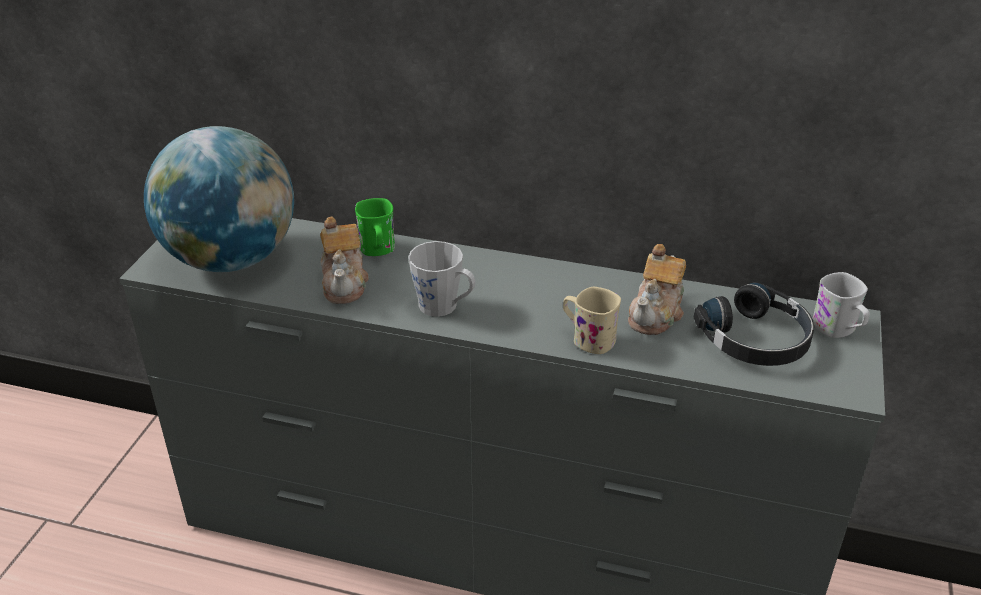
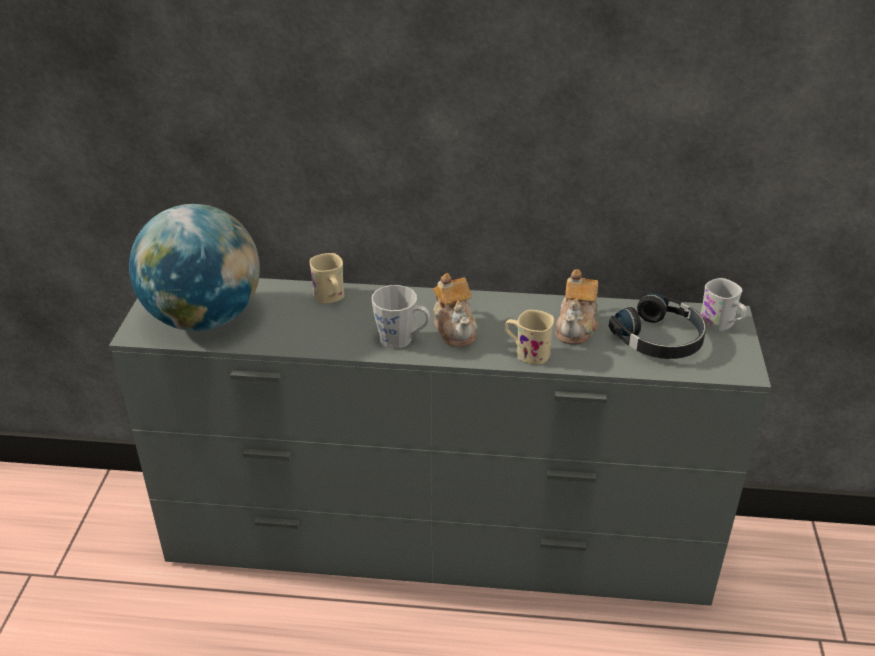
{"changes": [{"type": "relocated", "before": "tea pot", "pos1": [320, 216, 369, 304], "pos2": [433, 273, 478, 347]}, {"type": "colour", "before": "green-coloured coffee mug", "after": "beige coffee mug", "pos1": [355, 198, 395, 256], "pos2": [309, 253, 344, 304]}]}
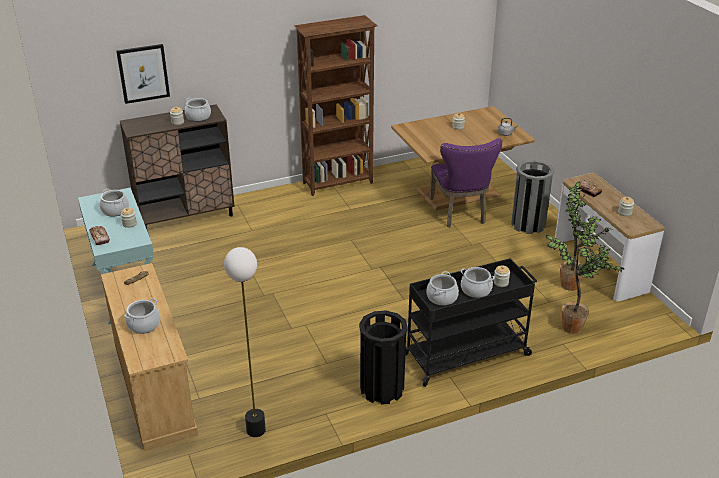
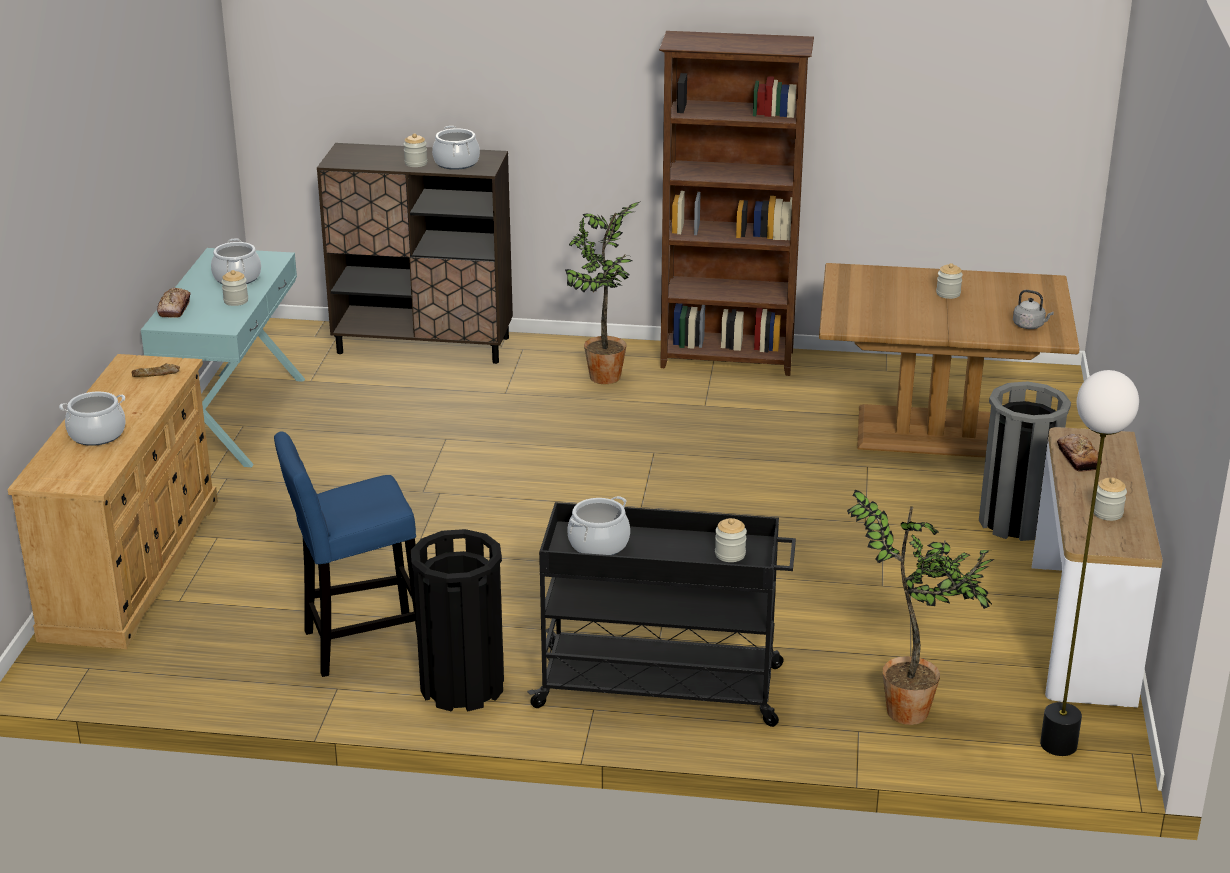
{"changes": [{"type": "missing", "before": "picture", "pos1": [116, 44, 170, 104]}, {"type": "relocated", "before": "floor lamp", "pos1": [224, 247, 266, 437], "pos2": [1040, 370, 1139, 756]}, {"type": "missing", "before": "purple-coloured upright chair", "pos1": [430, 138, 502, 227]}, {"type": "missing", "before": "cooking pot", "pos1": [461, 267, 495, 298]}, {"type": "relocated", "before": "houseplant", "pos1": [560, 181, 612, 291], "pos2": [565, 201, 641, 384]}, {"type": "appeared", "after": "blue stool", "pos2": [274, 432, 417, 677]}]}
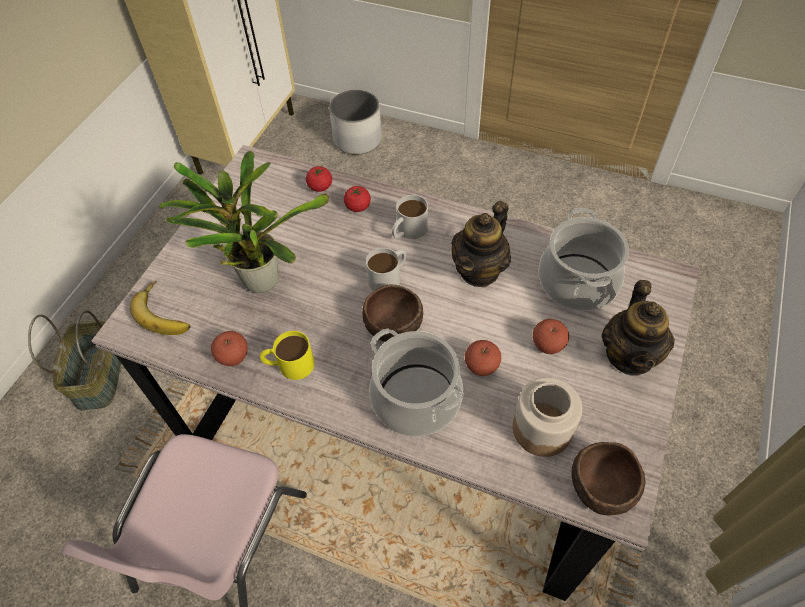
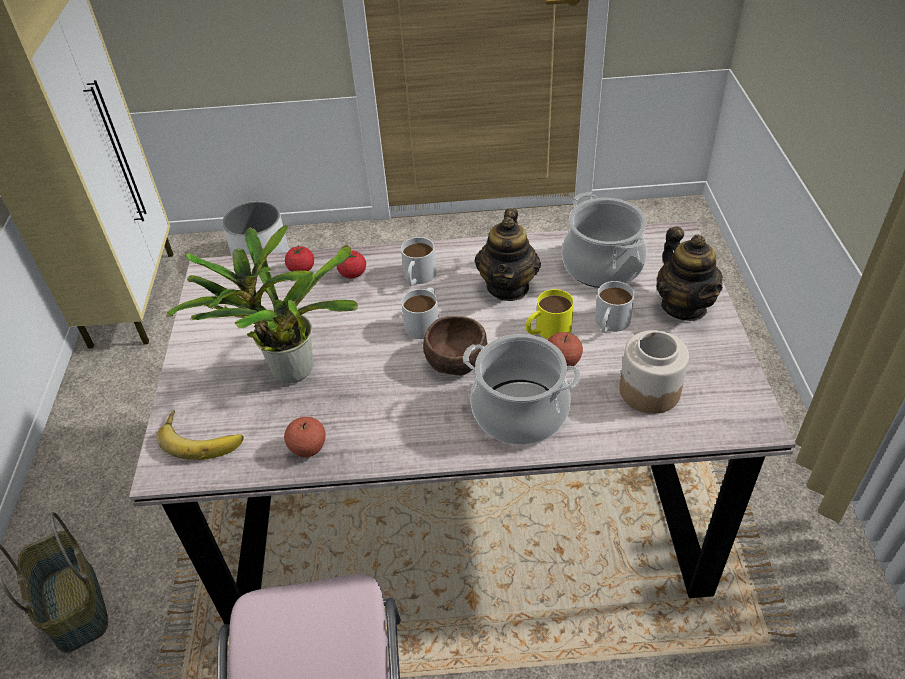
{"changes": [{"type": "relocated", "before": "yellow coffee mug", "pos1": [260, 331, 315, 380], "pos2": [526, 289, 574, 339]}, {"type": "exchanged", "before": "whole apple", "after": "white coffee mug", "pos1": [533, 319, 569, 354], "pos2": [595, 281, 635, 333]}, {"type": "missing", "before": "brown deep dish", "pos1": [571, 442, 646, 515]}]}
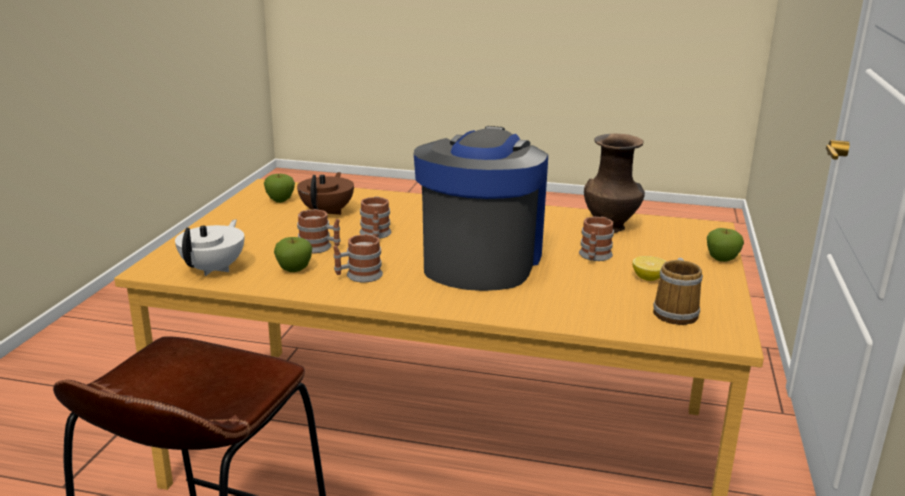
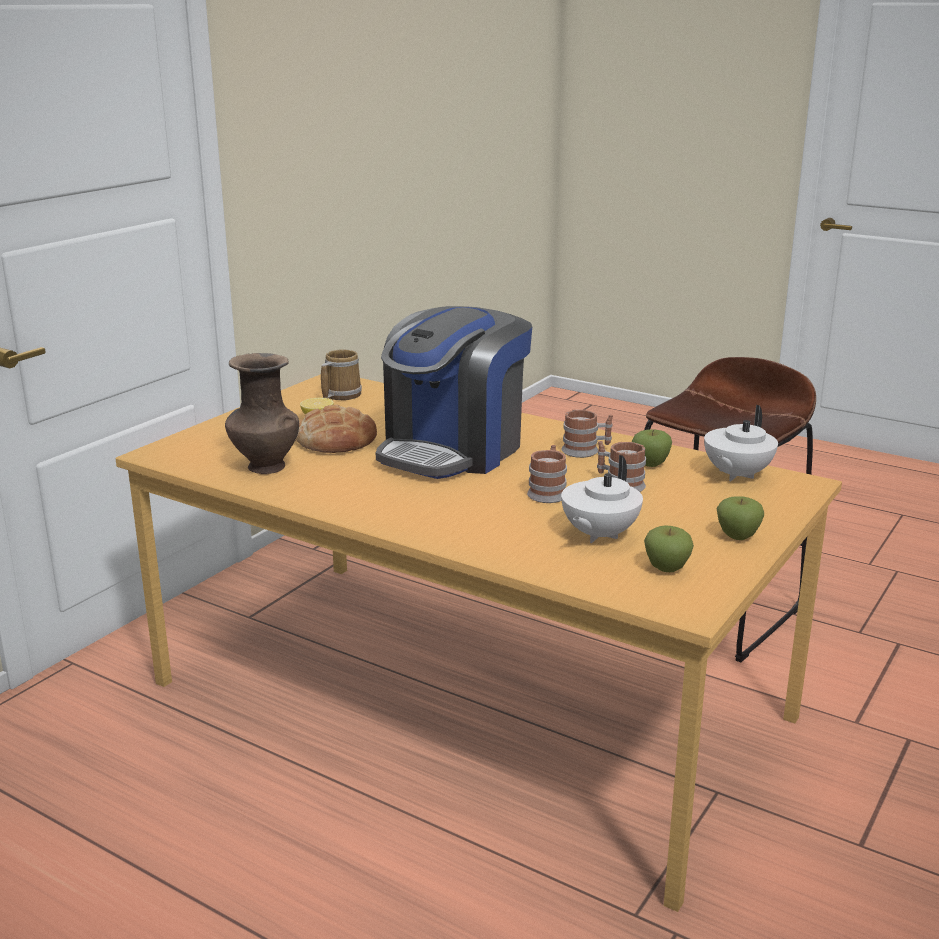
{"changes": [{"type": "colour", "before": "brown tea pot", "after": "white tea pot", "pos1": [297, 172, 354, 215], "pos2": [561, 455, 643, 543]}, {"type": "exchanged", "before": "coffee mug", "after": "baked bread", "pos1": [579, 216, 614, 261], "pos2": [296, 405, 377, 453]}, {"type": "relocated", "before": "whole apple", "pos1": [707, 228, 744, 262], "pos2": [717, 496, 764, 540]}]}
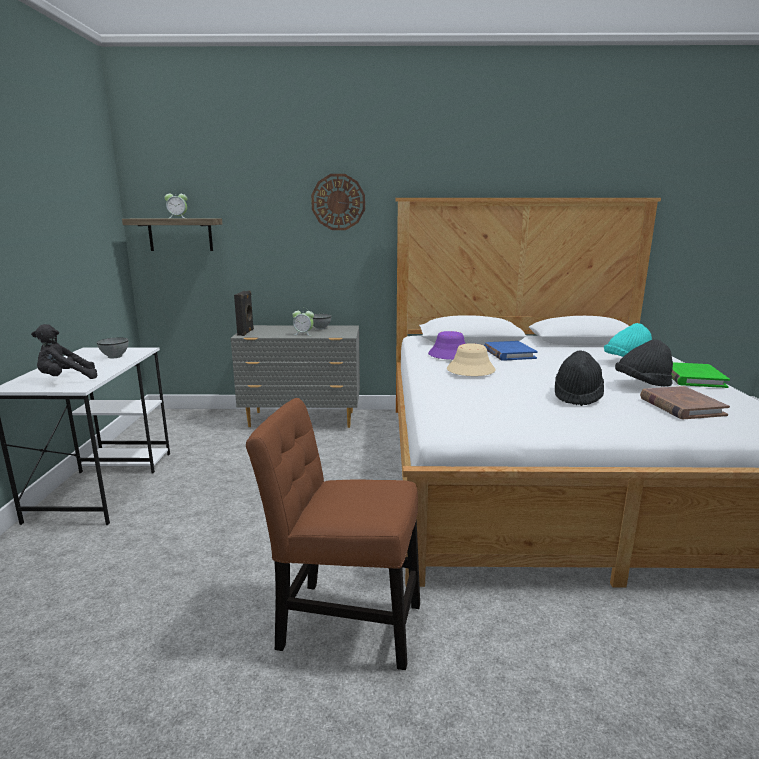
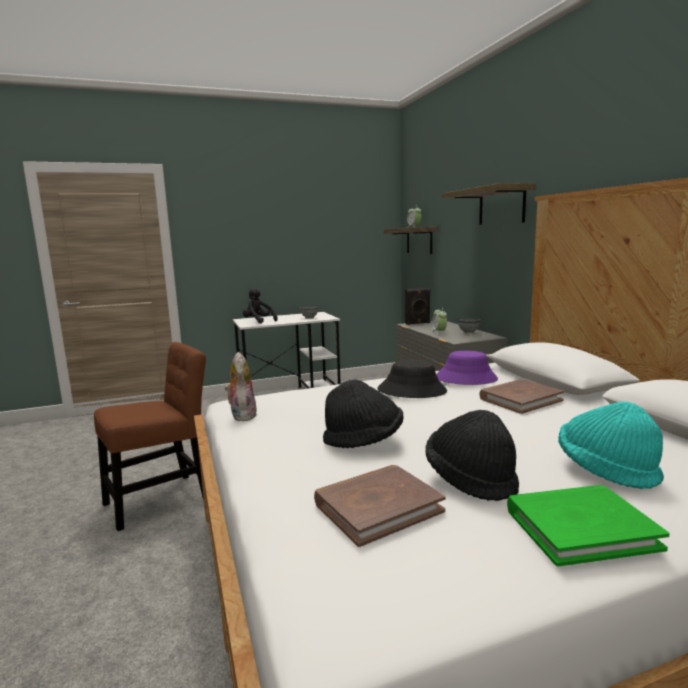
{"changes": [{"type": "spun", "before": "brown upright chair", "pos1": [246, 398, 420, 670], "pos2": [94, 342, 206, 531], "turn": 60}, {"type": "exchanged", "before": "clock on the wall", "after": "shelf", "pos1": [311, 174, 365, 230], "pos2": [442, 183, 536, 225]}, {"type": "colour", "before": "beige wearable hat", "after": "black wearable hat", "pos1": [447, 343, 495, 376], "pos2": [377, 360, 447, 398]}, {"type": "colour", "before": "blue book", "after": "brown book", "pos1": [484, 341, 538, 361], "pos2": [479, 379, 564, 414]}, {"type": "appeared", "after": "soft toy", "pos2": [225, 352, 257, 421]}]}
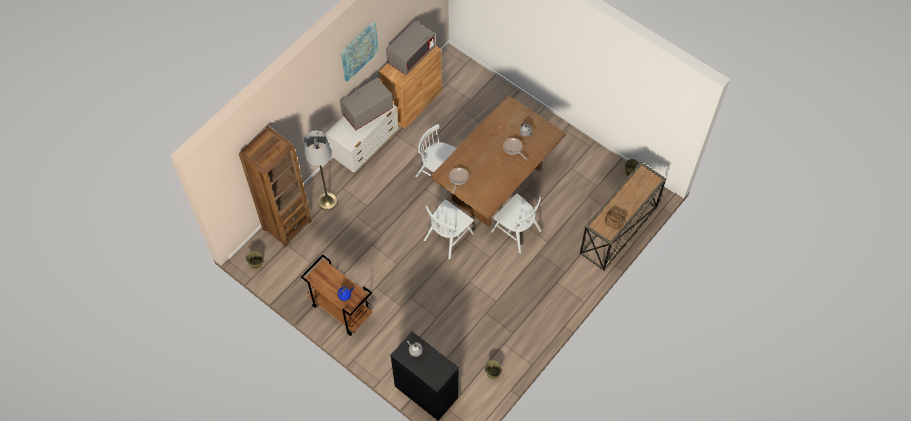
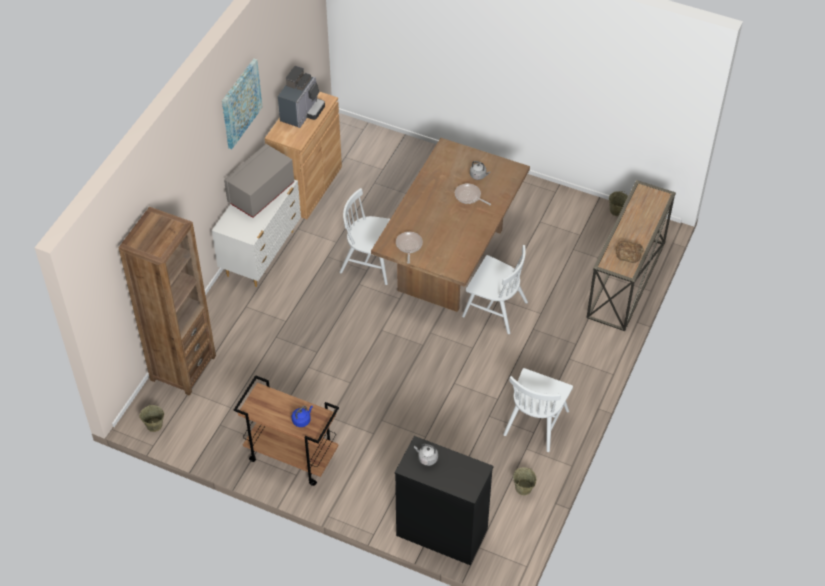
{"changes": [{"type": "missing", "before": "gray floor lamp", "pos1": [304, 130, 337, 210]}, {"type": "exchanged", "before": "gray microwave oven", "after": "coffee brewer", "pos1": [386, 20, 435, 75], "pos2": [278, 66, 325, 128]}, {"type": "relocated", "before": "white upright chair", "pos1": [424, 199, 474, 259], "pos2": [503, 368, 573, 452]}]}
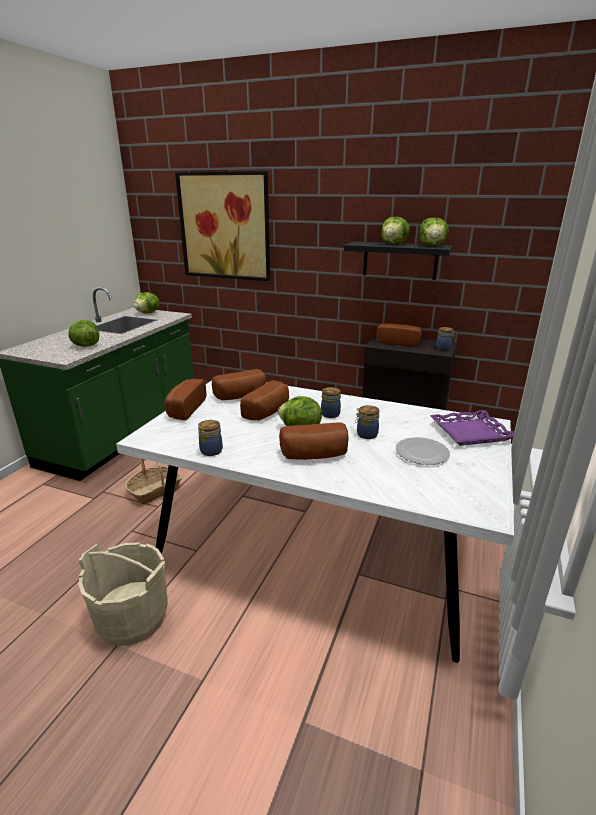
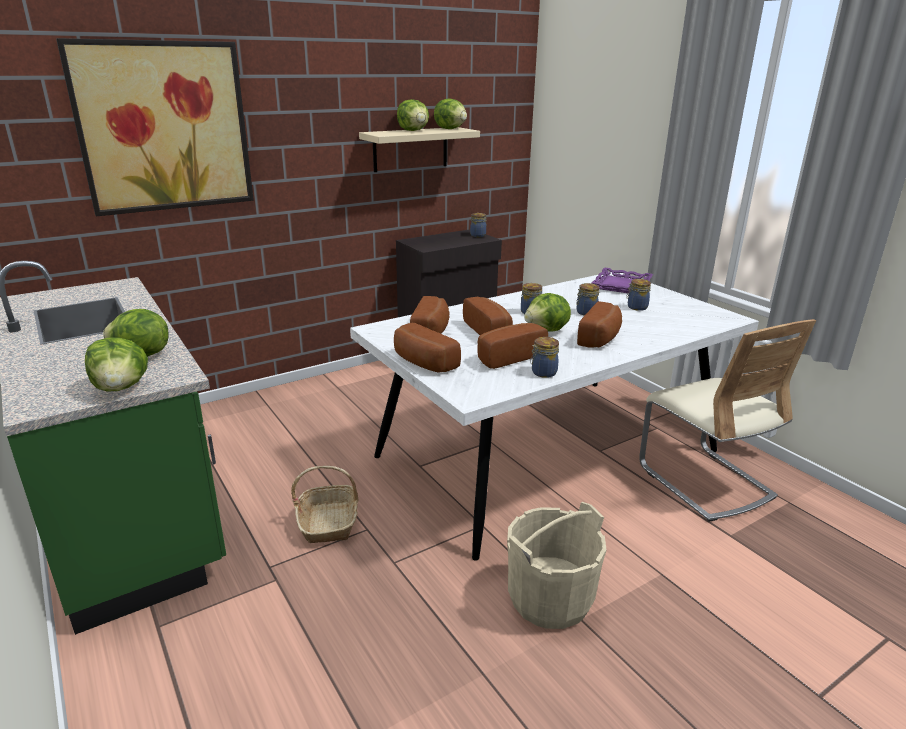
{"changes": [{"type": "relocated", "before": "head of lettuce", "pos1": [134, 292, 159, 313], "pos2": [85, 338, 148, 392]}, {"type": "colour", "before": "black shelf", "after": "beige shelf", "pos1": [344, 241, 453, 280], "pos2": [359, 127, 480, 172]}, {"type": "relocated", "before": "baked bread", "pos1": [376, 323, 422, 347], "pos2": [477, 323, 548, 369]}, {"type": "exchanged", "before": "dinner plate", "after": "preserve jar", "pos1": [396, 437, 450, 465], "pos2": [626, 279, 651, 311]}, {"type": "appeared", "after": "beige upright chair", "pos2": [639, 319, 816, 522]}]}
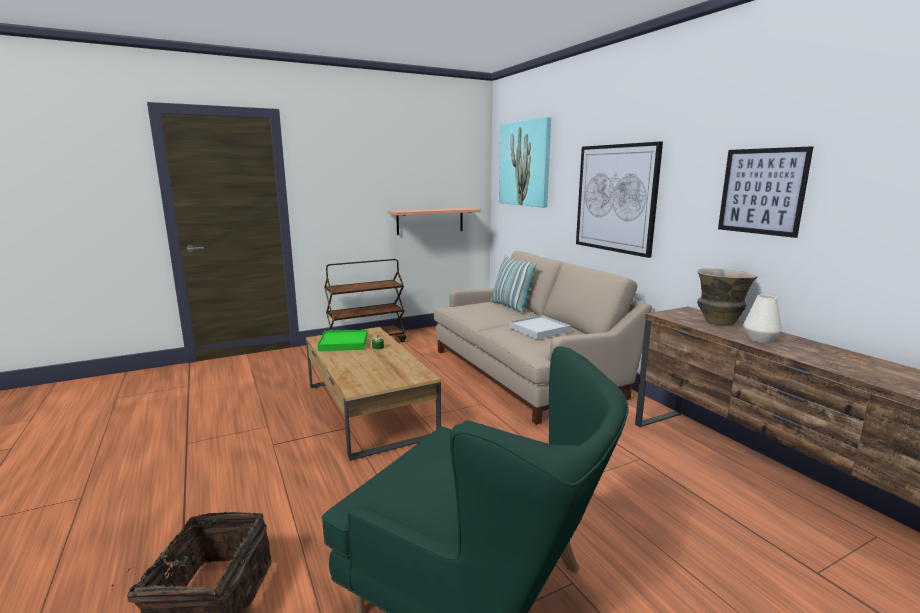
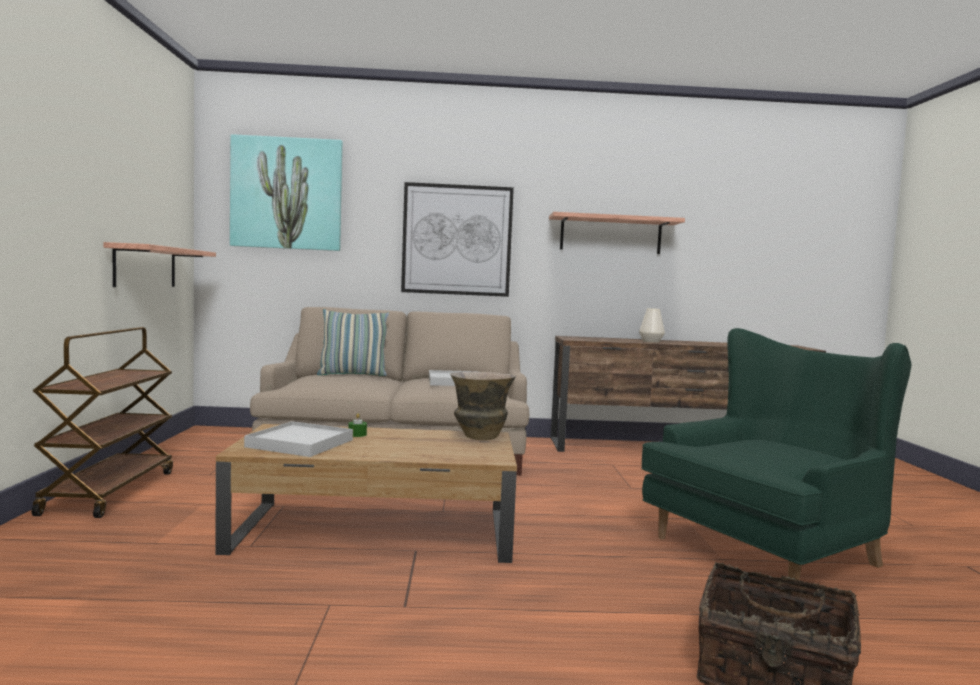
{"changes": [{"type": "colour", "before": "green-coloured tray", "after": "white tray", "pos1": [317, 329, 367, 351], "pos2": [244, 421, 353, 457]}, {"type": "relocated", "before": "flower vase", "pos1": [697, 269, 758, 325], "pos2": [450, 372, 516, 440]}, {"type": "exchanged", "before": "picture", "after": "shelf", "pos1": [718, 146, 813, 238], "pos2": [549, 212, 685, 254]}]}
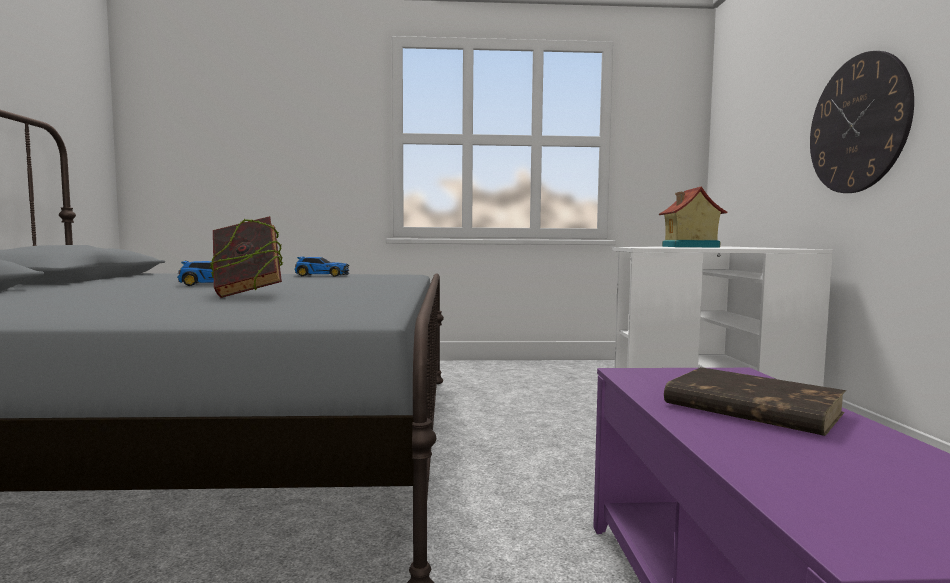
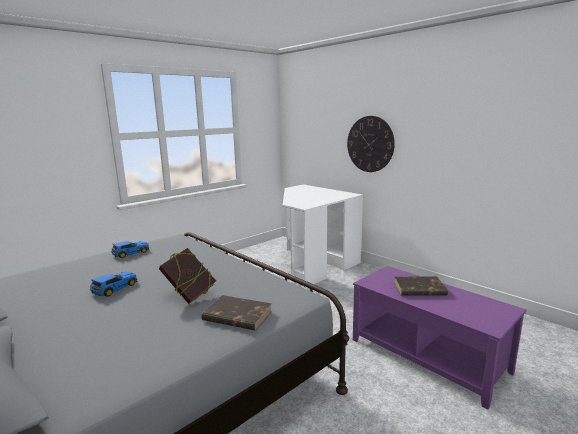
{"changes": [{"type": "missing", "before": "model house", "pos1": [659, 186, 727, 248]}, {"type": "appeared", "after": "brown book", "pos2": [201, 295, 272, 331]}]}
